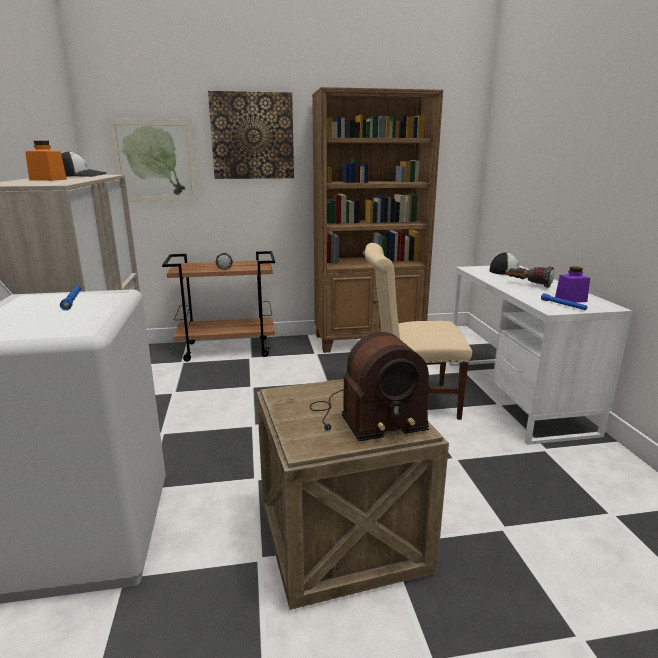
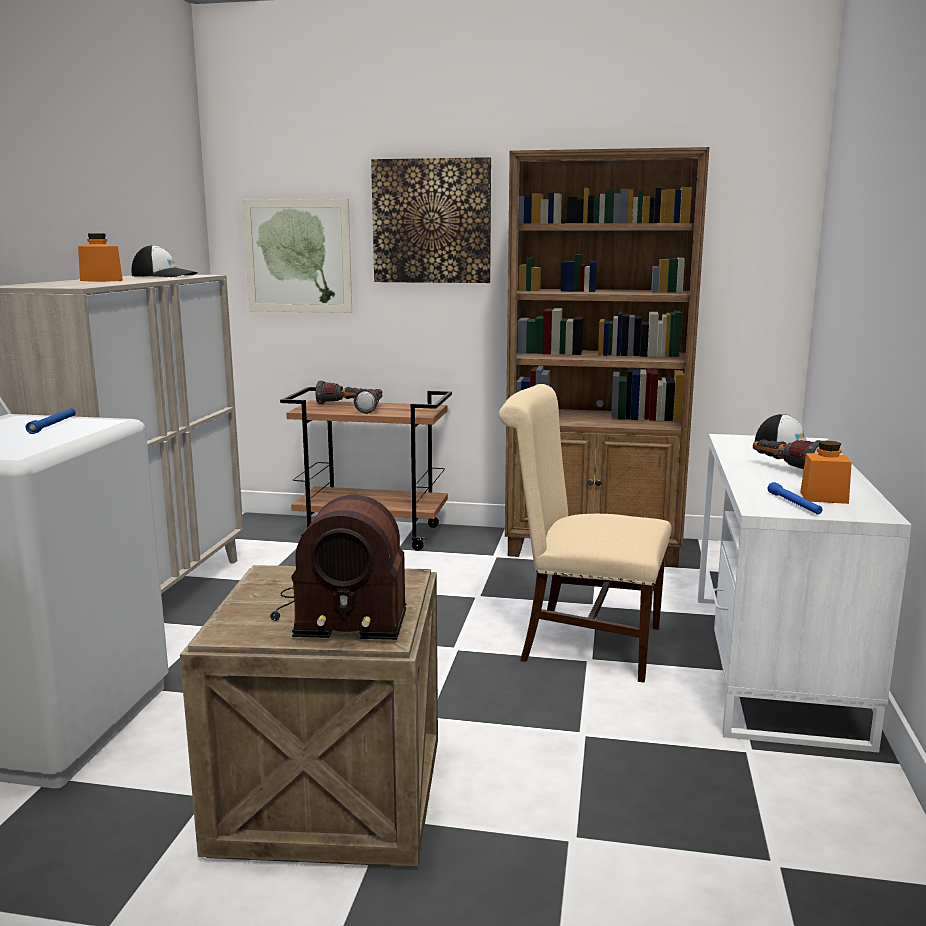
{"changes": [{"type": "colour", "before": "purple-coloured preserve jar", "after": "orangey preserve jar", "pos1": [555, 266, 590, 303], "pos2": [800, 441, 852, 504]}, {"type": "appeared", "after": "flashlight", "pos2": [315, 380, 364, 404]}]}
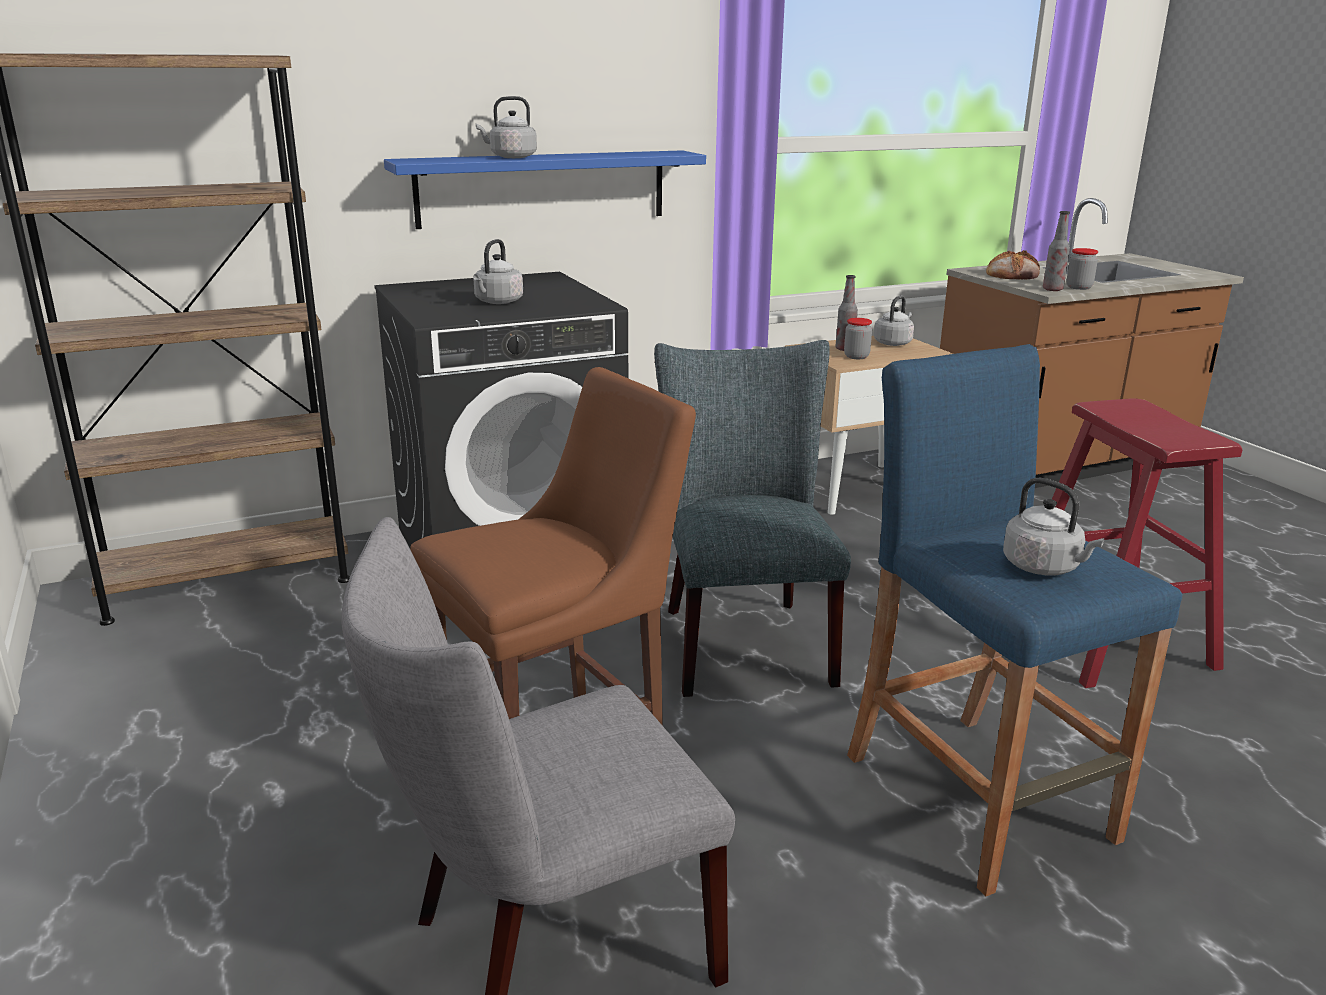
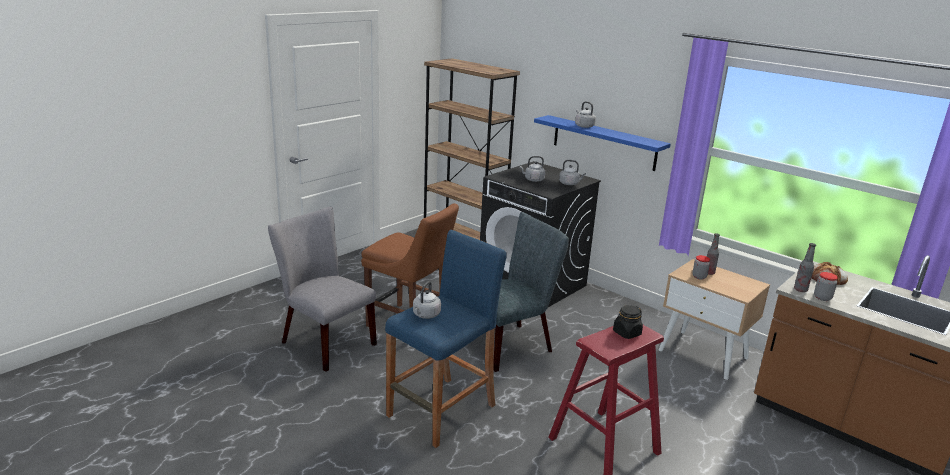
{"changes": [{"type": "relocated", "before": "gray water kettle", "pos1": [874, 296, 914, 346], "pos2": [559, 160, 586, 185]}, {"type": "appeared", "after": "black preserve jar", "pos2": [613, 305, 643, 339]}]}
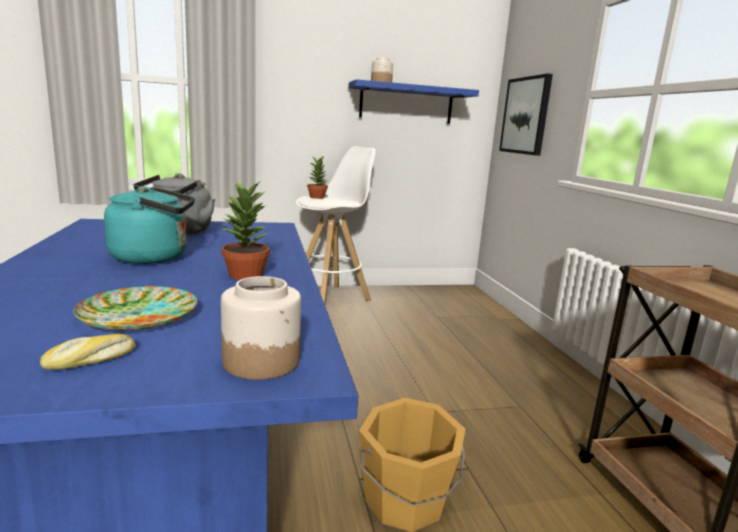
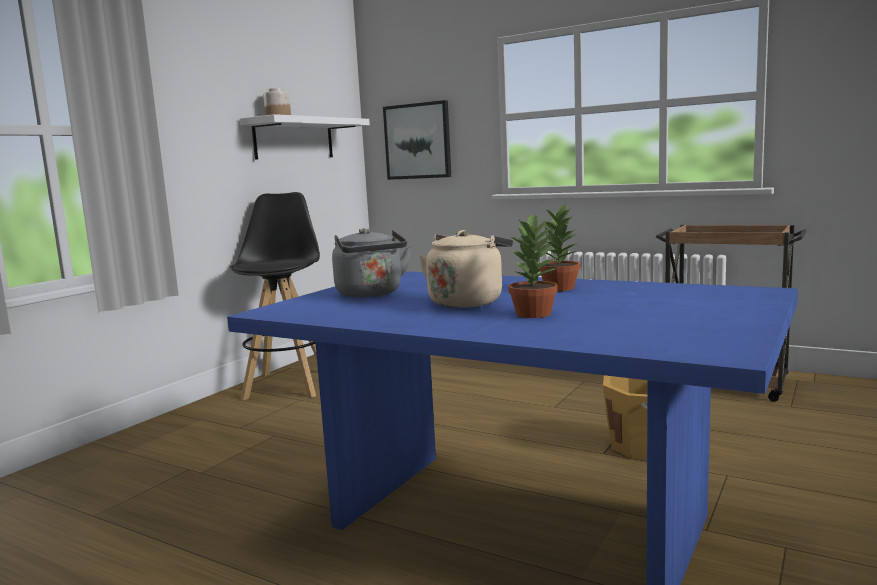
{"changes": [{"type": "missing", "before": "baked bread", "pos1": [40, 334, 135, 370]}, {"type": "missing", "before": "dinner plate", "pos1": [73, 286, 197, 331]}, {"type": "colour", "before": "turquoise water kettle", "after": "beige water kettle", "pos1": [104, 186, 195, 264], "pos2": [419, 230, 513, 308]}, {"type": "missing", "before": "preserve jar", "pos1": [221, 276, 301, 380]}, {"type": "colour", "before": "white stool", "after": "black stool", "pos1": [296, 146, 376, 304], "pos2": [230, 192, 320, 401]}, {"type": "relocated", "before": "houseplant", "pos1": [307, 155, 328, 199], "pos2": [508, 213, 558, 318]}, {"type": "colour", "before": "blue shelf", "after": "white shelf", "pos1": [348, 79, 479, 124], "pos2": [240, 114, 370, 160]}]}
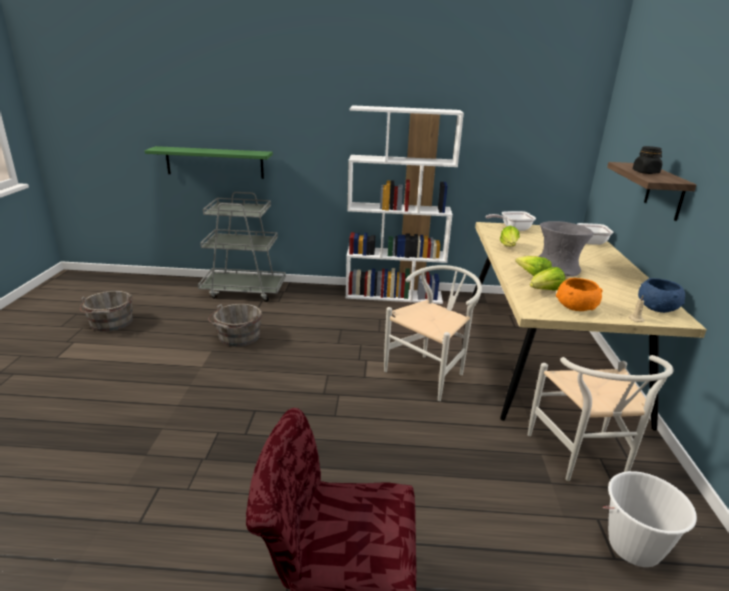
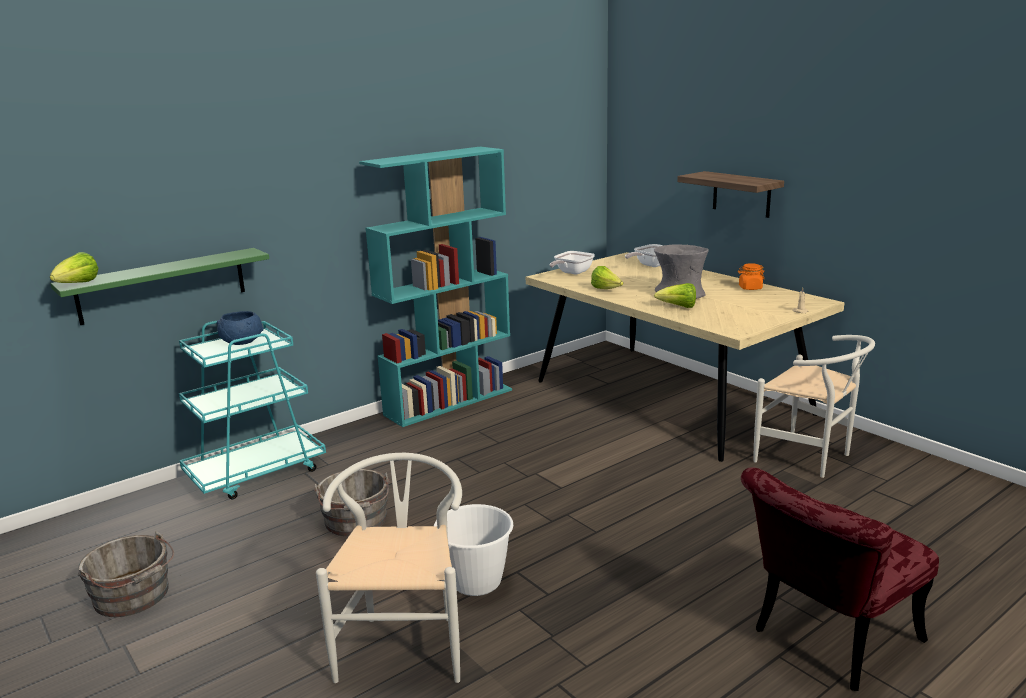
{"changes": [{"type": "colour", "before": "gray wheeled cart", "after": "turquoise wheeled cart", "pos1": [198, 192, 286, 302], "pos2": [179, 320, 326, 499]}, {"type": "colour", "before": "white bookcase", "after": "turquoise bookcase", "pos1": [346, 105, 464, 304], "pos2": [359, 146, 512, 427]}, {"type": "relocated", "before": "white upright chair", "pos1": [384, 265, 482, 401], "pos2": [316, 453, 462, 683]}, {"type": "relocated", "before": "head of lettuce", "pos1": [530, 267, 566, 291], "pos2": [50, 252, 98, 283]}, {"type": "missing", "before": "orangey deep dish", "pos1": [556, 278, 603, 311]}, {"type": "relocated", "before": "white water bucket", "pos1": [603, 471, 697, 567], "pos2": [434, 504, 513, 596]}, {"type": "missing", "before": "black preserve jar", "pos1": [632, 146, 663, 174]}, {"type": "relocated", "before": "blue deep dish", "pos1": [638, 278, 685, 313], "pos2": [217, 311, 264, 345]}, {"type": "appeared", "after": "orangey preserve jar", "pos2": [738, 263, 764, 290]}]}
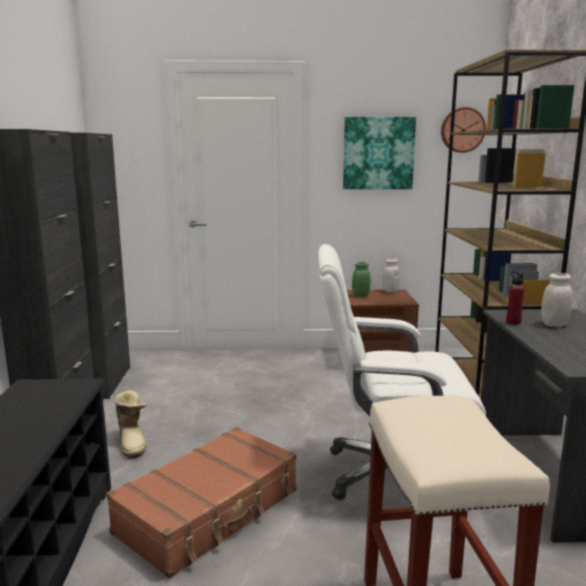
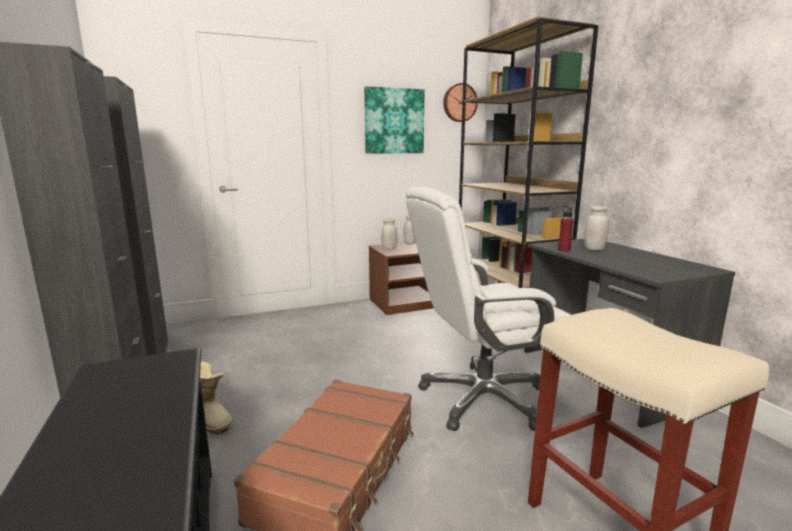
{"changes": [{"type": "colour", "before": "green-coloured preserve jar", "after": "white preserve jar", "pos1": [352, 262, 371, 297], "pos2": [381, 218, 397, 249]}]}
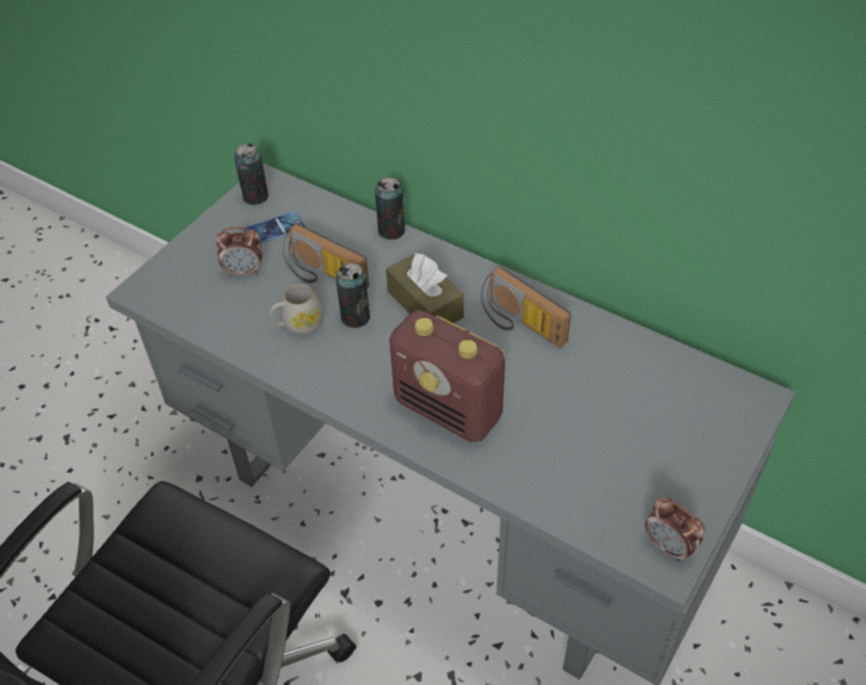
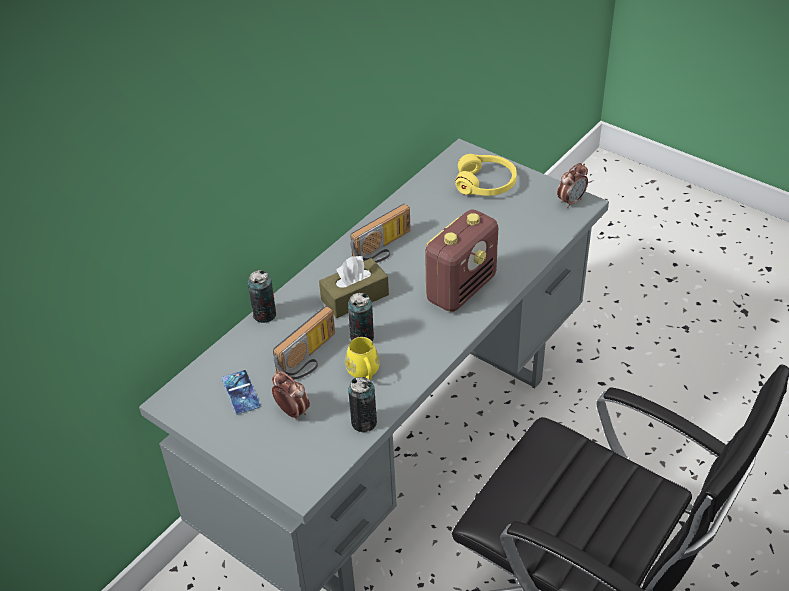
{"changes": [{"type": "spun", "before": "bedside clock", "pos1": [215, 227, 262, 277], "pos2": [272, 371, 310, 420], "turn": -45}, {"type": "relocated", "before": "sealed can", "pos1": [234, 143, 268, 205], "pos2": [348, 377, 377, 432]}, {"type": "colour", "before": "white coffee mug", "after": "yellow coffee mug", "pos1": [270, 284, 323, 334], "pos2": [345, 337, 380, 380]}, {"type": "appeared", "after": "yellow headphones", "pos2": [455, 154, 517, 196]}]}
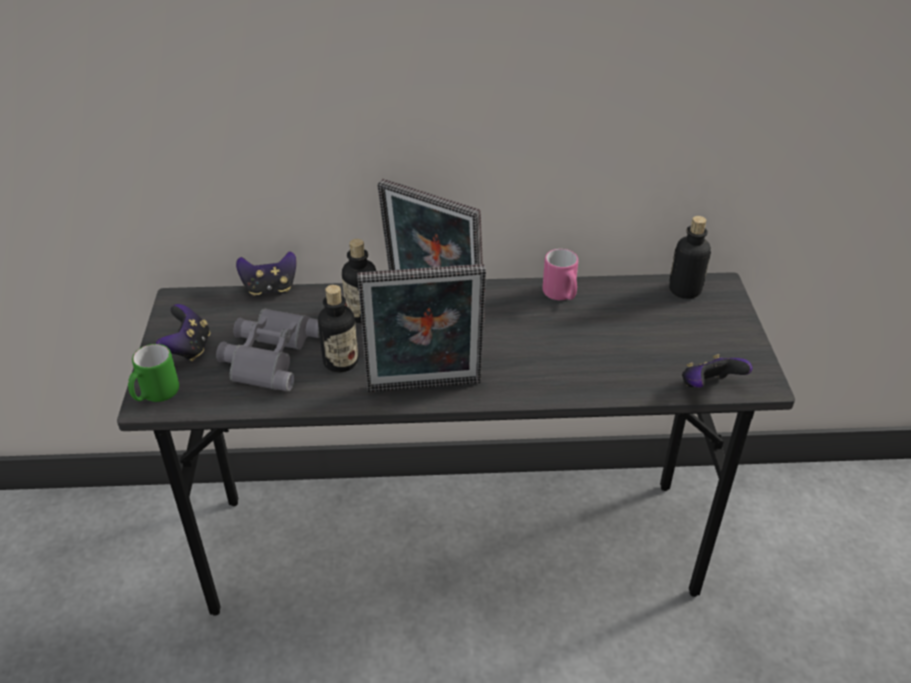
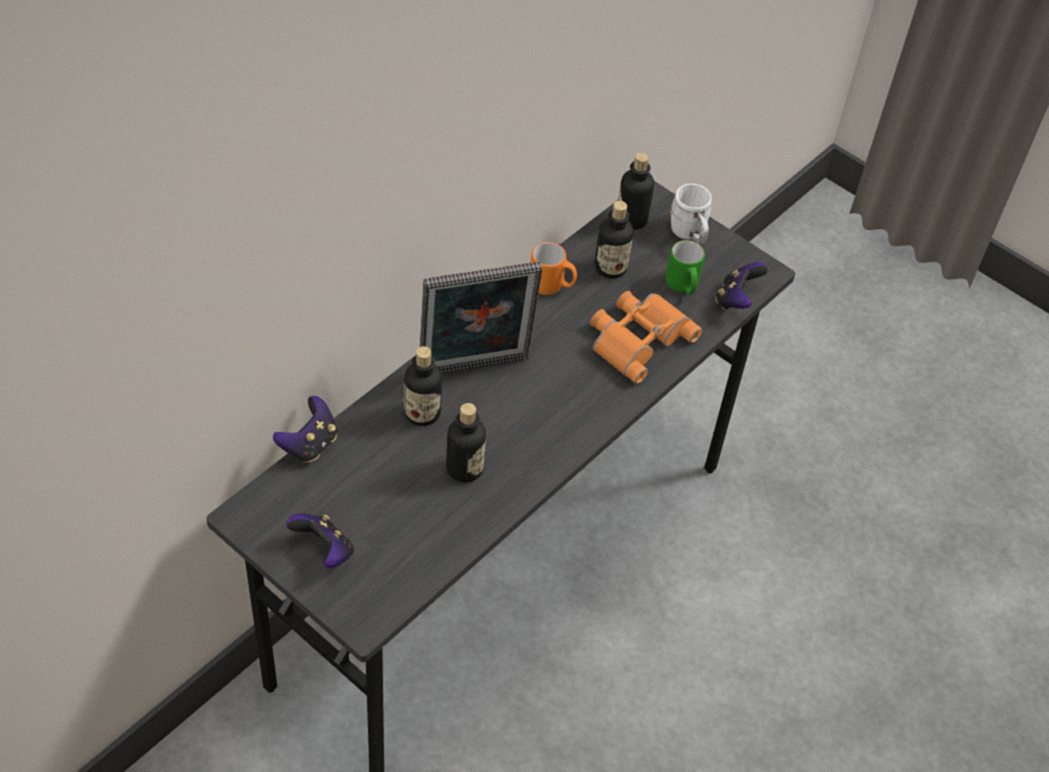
{"changes": [{"type": "relocated", "before": "green-coloured coffee mug", "pos1": [128, 344, 179, 402], "pos2": [666, 240, 705, 295]}, {"type": "missing", "before": "gray pair of binoculars", "pos1": [216, 308, 320, 392]}, {"type": "missing", "before": "photo frame", "pos1": [357, 264, 486, 392]}, {"type": "colour", "before": "pink-coloured coffee mug", "after": "orangey coffee mug", "pos1": [543, 249, 578, 300], "pos2": [531, 242, 577, 295]}, {"type": "appeared", "after": "orangey pair of binoculars", "pos2": [590, 291, 702, 384]}, {"type": "appeared", "after": "beverage bottle", "pos2": [595, 201, 633, 279]}, {"type": "appeared", "after": "white coffee mug", "pos2": [670, 184, 712, 244]}]}
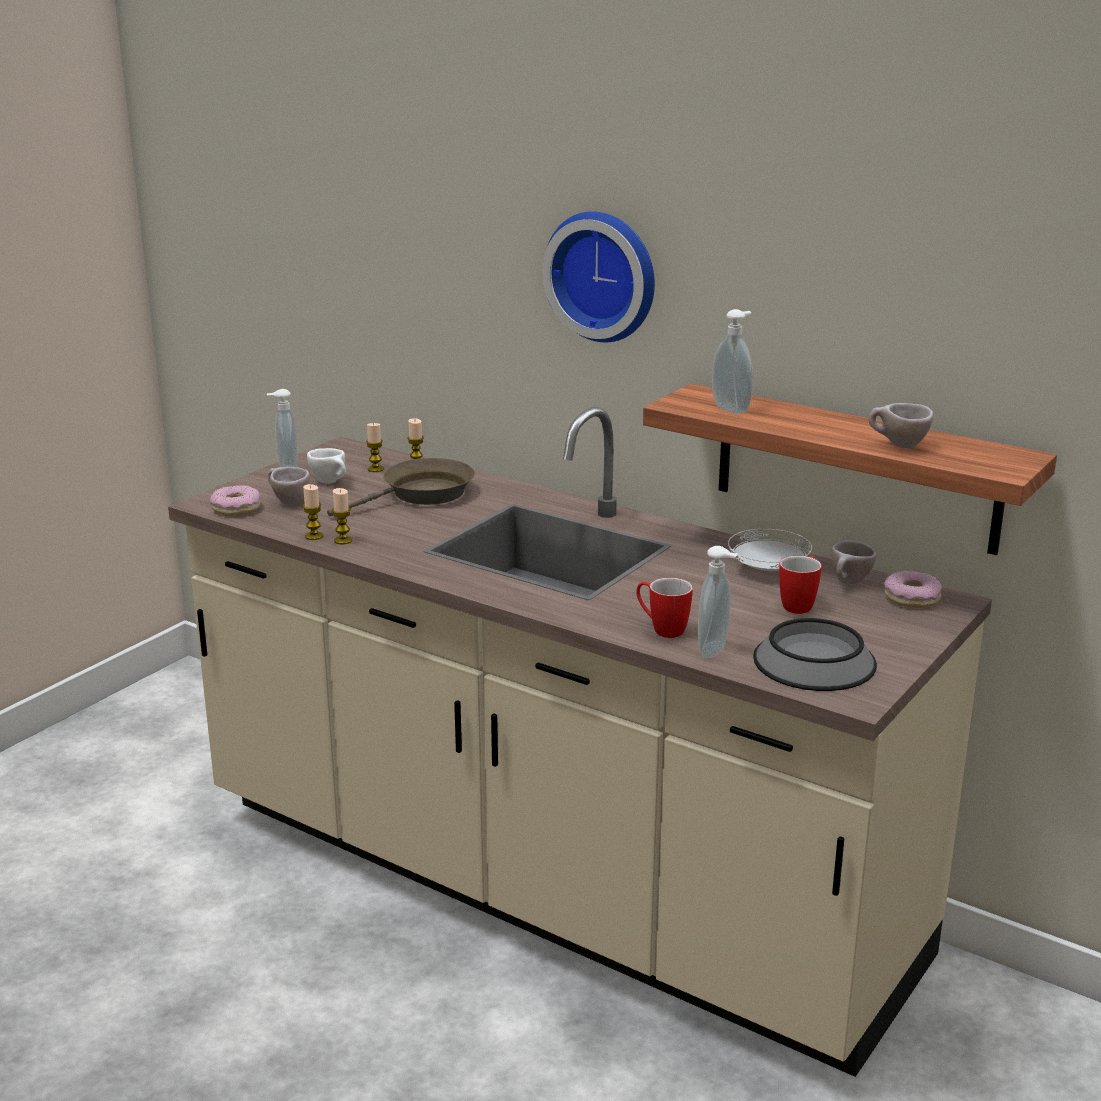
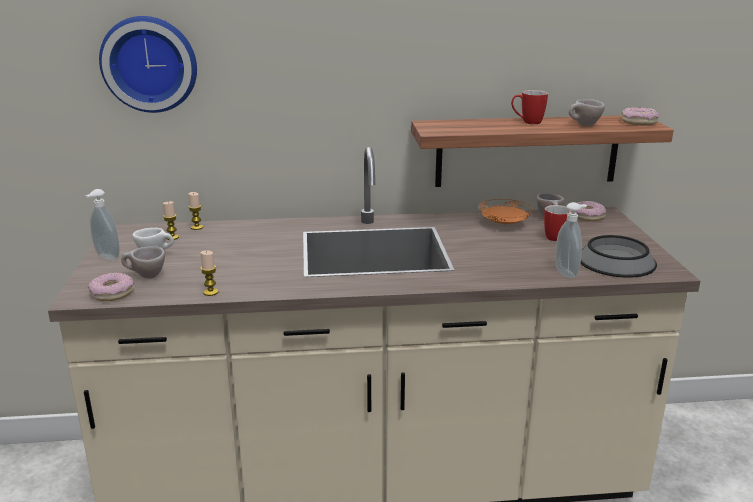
{"changes": [{"type": "missing", "before": "brown pan", "pos1": [327, 458, 475, 517]}, {"type": "missing", "before": "candle", "pos1": [332, 488, 352, 544]}, {"type": "relocated", "before": "clock on the wall", "pos1": [542, 211, 655, 342], "pos2": [99, 16, 197, 113]}, {"type": "relocated", "before": "coffee mug", "pos1": [636, 578, 693, 638], "pos2": [511, 90, 548, 124]}, {"type": "missing", "before": "soap dispenser", "pos1": [712, 309, 753, 414]}, {"type": "colour", "before": "white dinner plate", "after": "orangey dinner plate", "pos1": [728, 529, 812, 571], "pos2": [479, 199, 533, 225]}, {"type": "appeared", "after": "donut", "pos2": [622, 107, 659, 126]}]}
